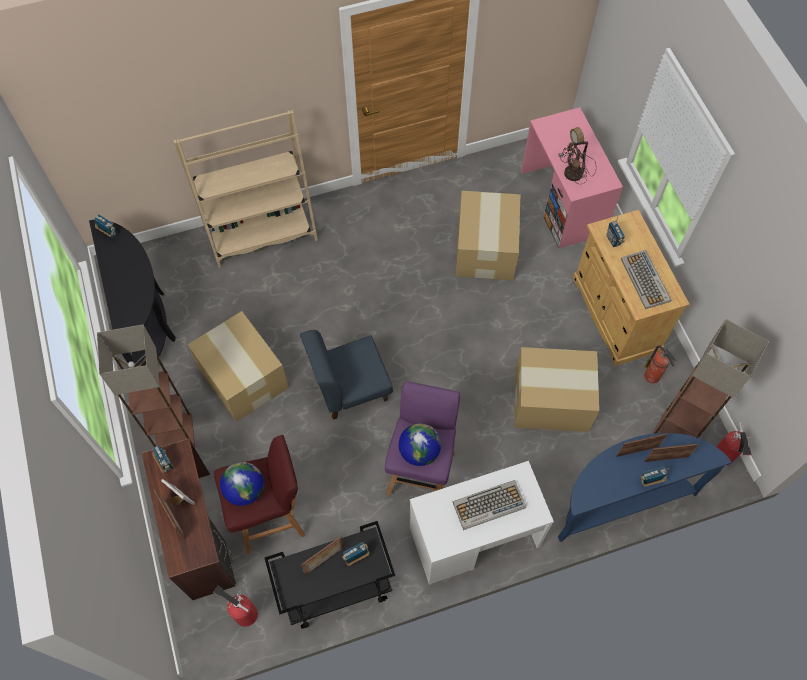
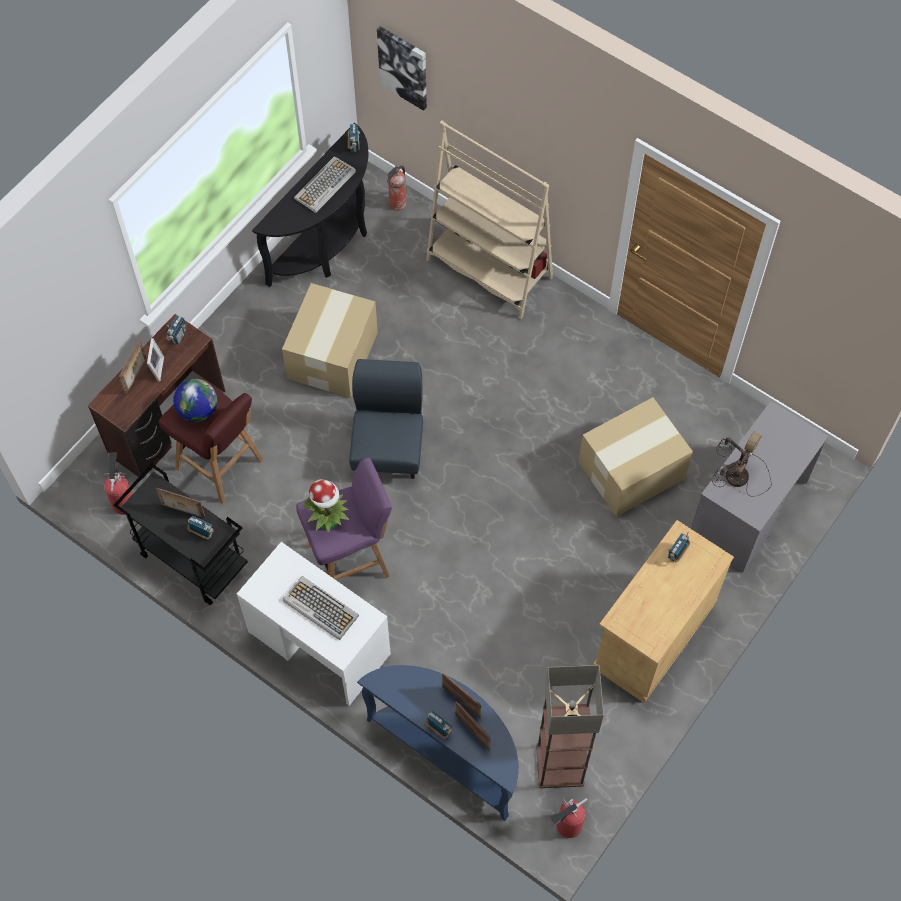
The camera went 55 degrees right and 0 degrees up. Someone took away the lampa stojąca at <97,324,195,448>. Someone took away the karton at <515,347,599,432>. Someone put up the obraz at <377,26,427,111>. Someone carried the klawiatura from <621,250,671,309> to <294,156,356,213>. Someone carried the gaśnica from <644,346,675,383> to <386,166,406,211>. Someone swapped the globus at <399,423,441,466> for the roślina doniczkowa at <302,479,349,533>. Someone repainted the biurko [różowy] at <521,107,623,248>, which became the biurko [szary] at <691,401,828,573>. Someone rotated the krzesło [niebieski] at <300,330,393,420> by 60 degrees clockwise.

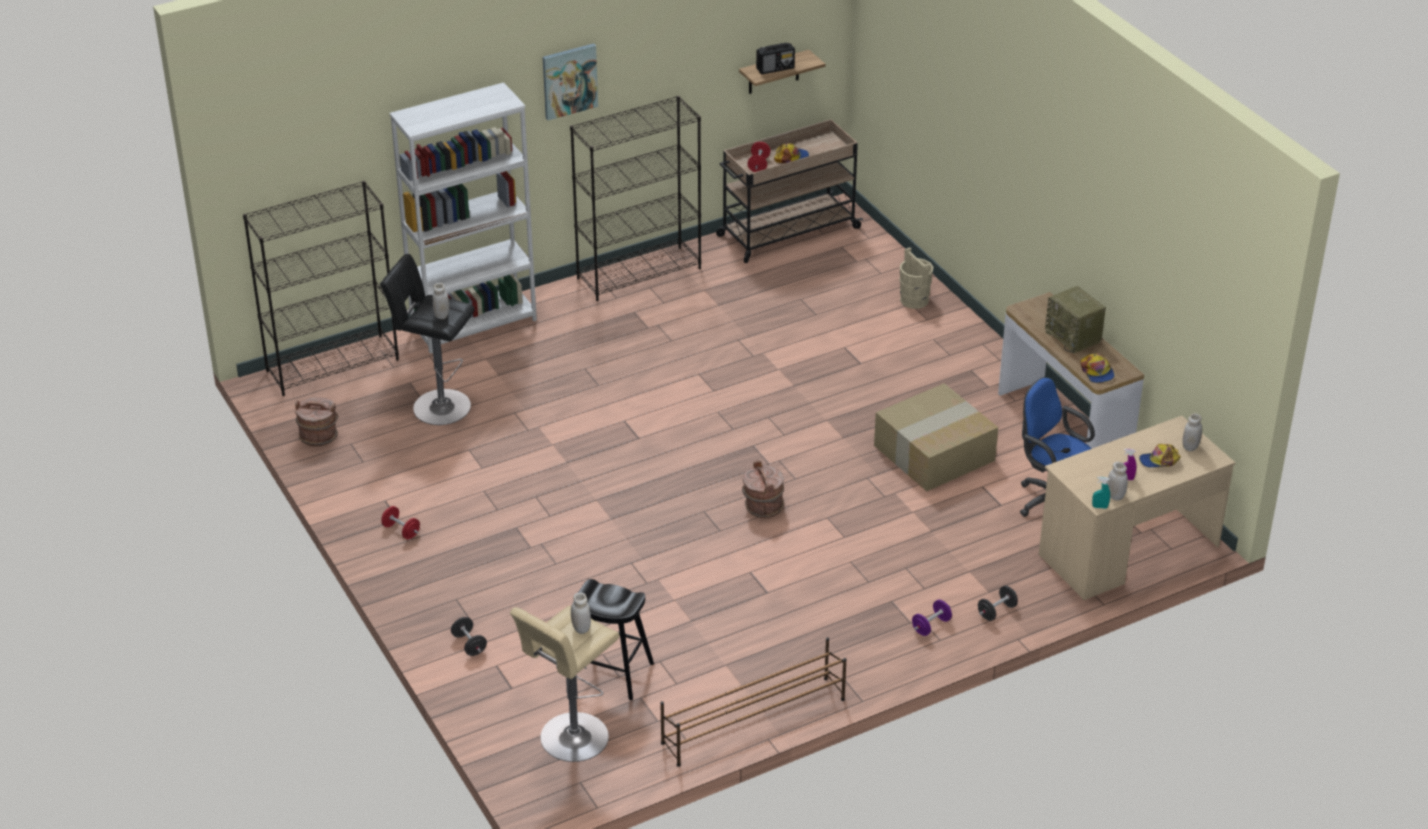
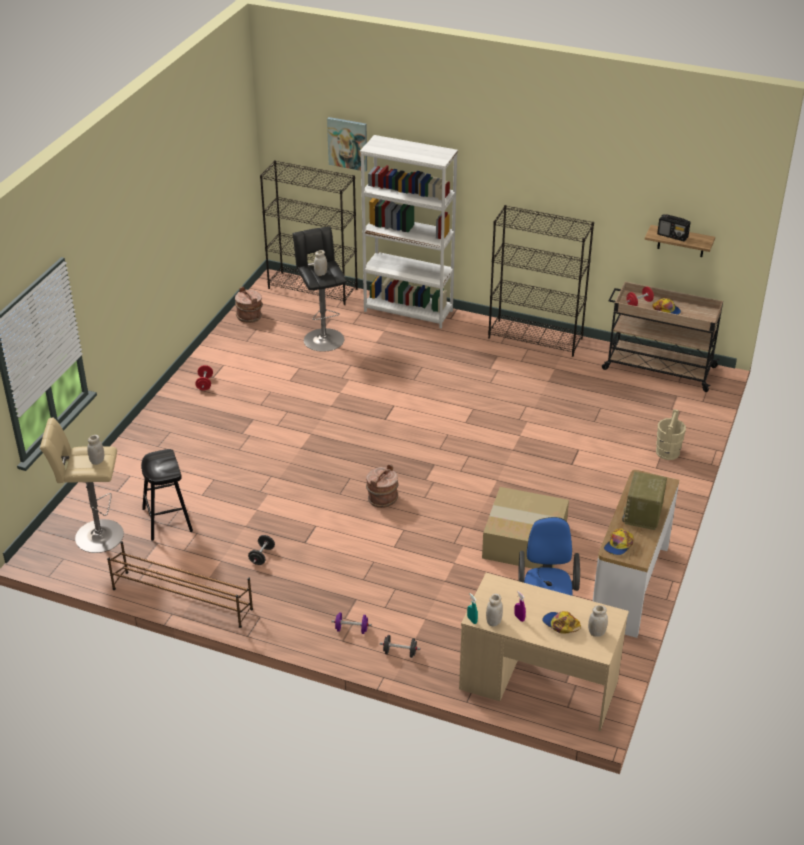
The camera went 50 degrees right and 0 degrees up. Someone carried the hantel [czarny] from <451,617,487,656> to <248,535,275,565>. Someone carried the obraz from <543,43,598,120> to <327,117,367,172>.

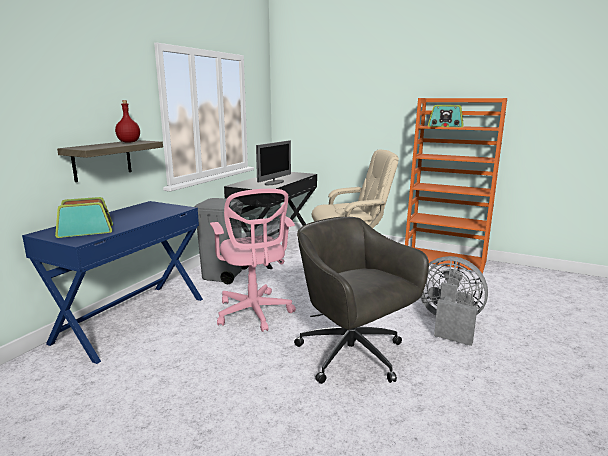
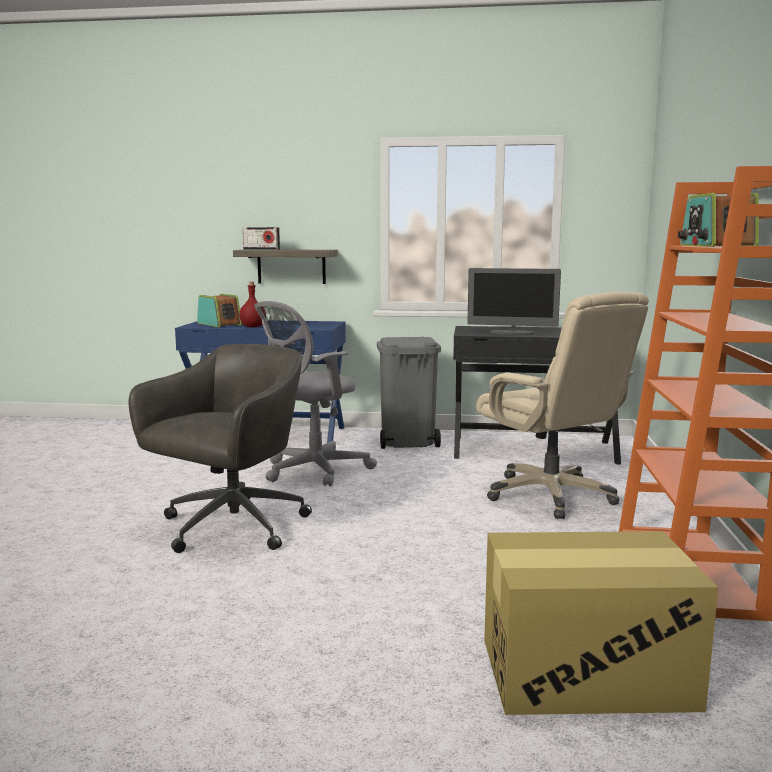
The camera went 70 degrees right and 5 degrees down. Someone took away the wentylator [szary] at <420,256,488,346>. Someone put down the radio at <243,227,280,250>. Someone put down the karton at <484,531,718,715>. Someone carried the butelka [czerwony] from <115,100,140,143> to <239,282,262,327>. Someone repainted the krzesło biurowe [różowy] at <210,189,296,332>, which became the krzesło biurowe [szary] at <255,301,377,486>.

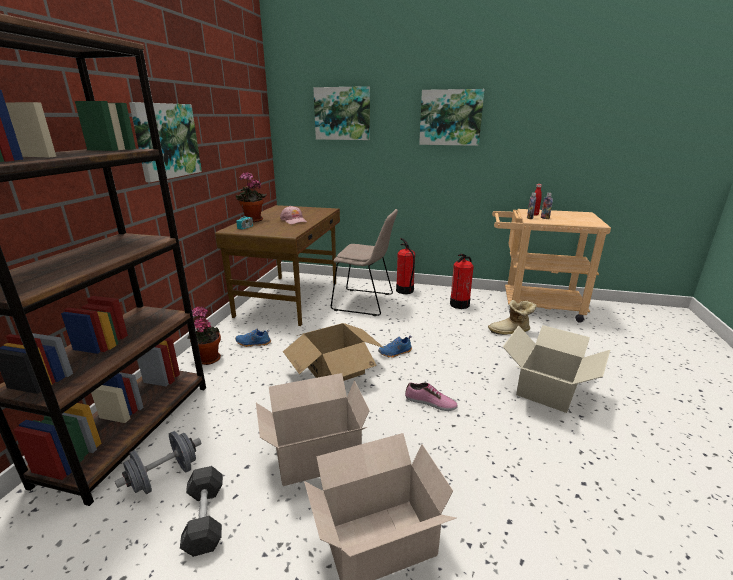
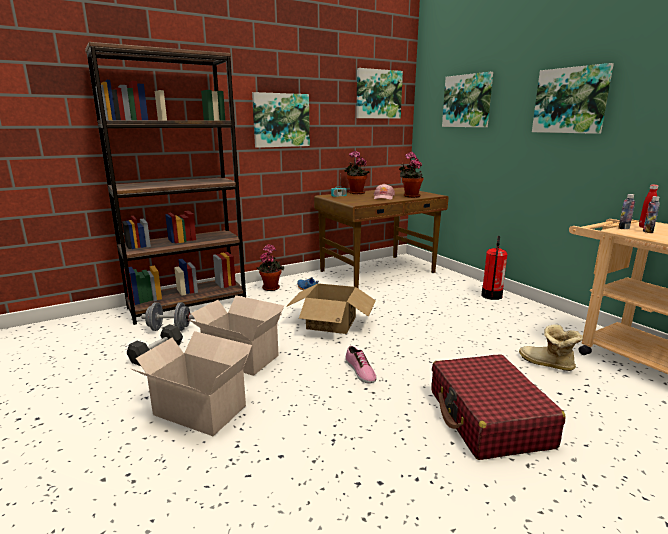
The camera went 45 degrees right and 5 degrees down. Someone took away the krzesło [beżowy] at <331,209,398,316>. Someone took away the but [niebieski] at <378,336,412,358>. Someone took away the gaśnica at <450,254,474,309>. Someone put up the obraz at <356,68,403,119>. Someone put down the roślina doniczkowa at <399,152,424,198>. Someone swapped the karton at <503,325,610,413> for the walizka [czerwony] at <432,354,566,460>.

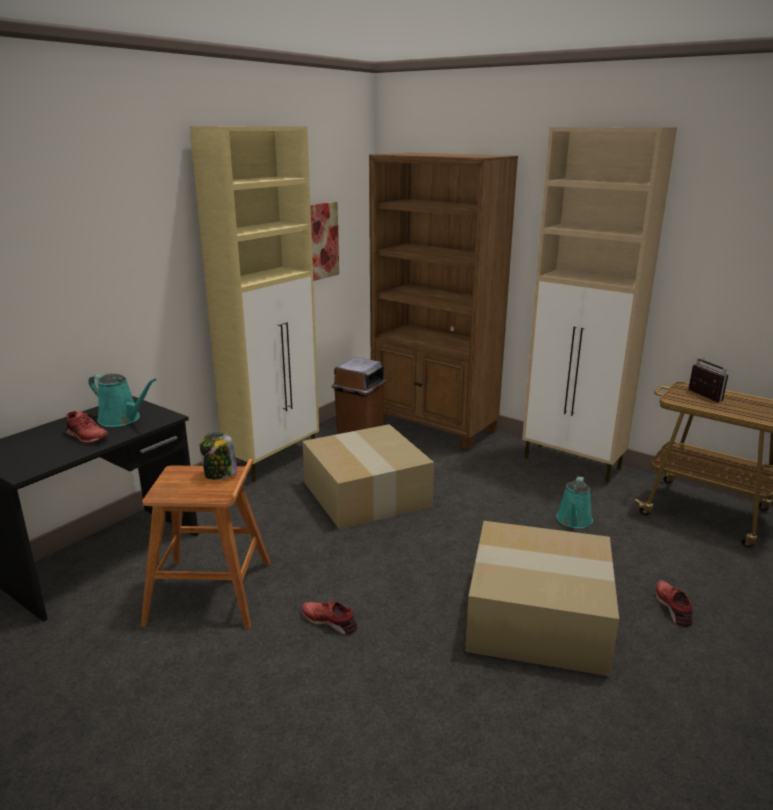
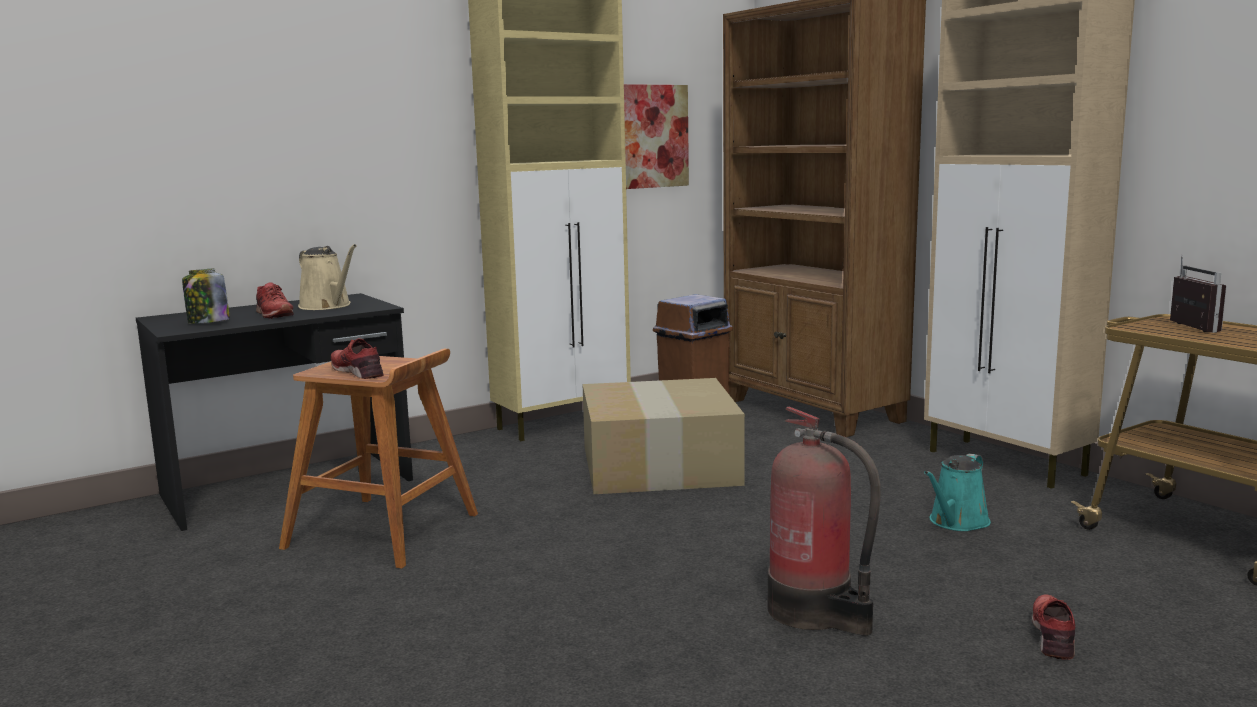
The camera went 20 degrees right and 10 degrees down. Someone carried the słoik from <200,432,238,480> to <182,268,230,324>. Someone carried the but [czerwony] from <302,601,357,635> to <331,338,383,379>. Someone swapped the karton at <465,521,619,676> for the gaśnica at <768,406,880,636>. Someone repainted the konewka [turkusowy] at <88,374,156,427>, which became the konewka [beżowy] at <298,244,357,310>.

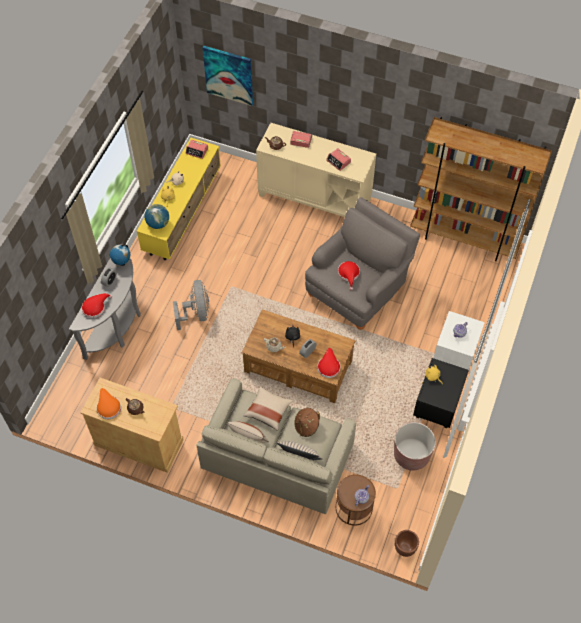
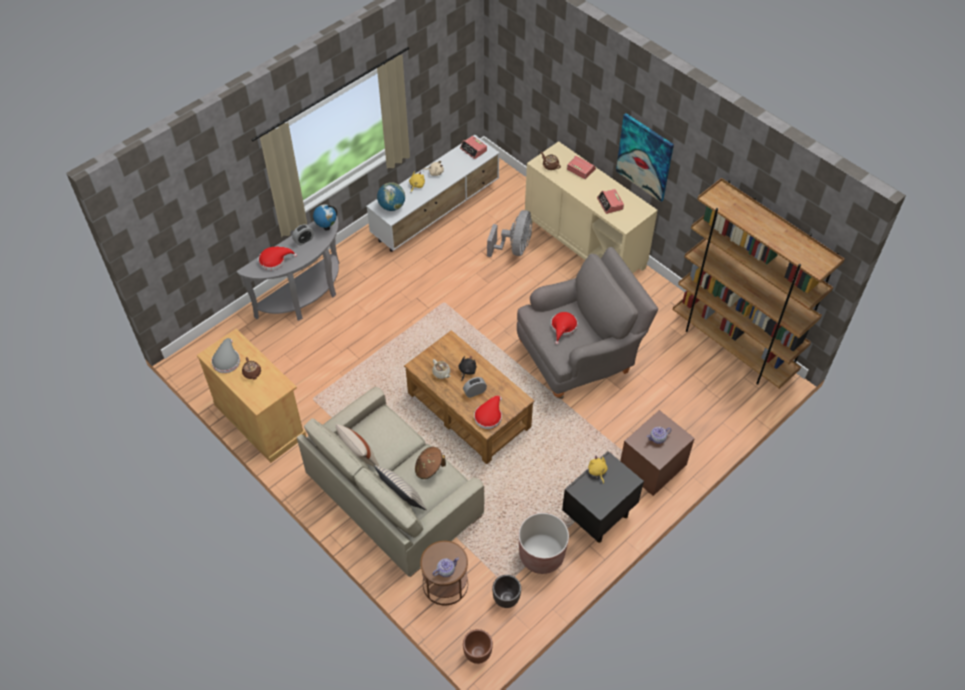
The camera went 25 degrees right and 5 degrees down. Someone took away the poduszka [beżowy] at <243,387,293,431>. Someone put down the donica [czarny] at <492,575,521,608>. Someone carried the wentylator [szary] from <173,280,209,330> to <487,210,532,257>. Someone carried the obraz from <203,46,253,106> to <616,113,674,202>. Someone repainted the kapelusz [pomarańczowy] at <96,388,121,419>, which became the kapelusz [szary] at <211,338,240,373>. Someone repainted the szafka pod telewizor [żółty] at <137,138,221,260>, which became the szafka pod telewizor [biały] at <366,135,500,252>. Someone repainted the szafka nocna [biały] at <434,311,485,375>, which became the szafka nocna [brązowy] at <620,410,695,496>.

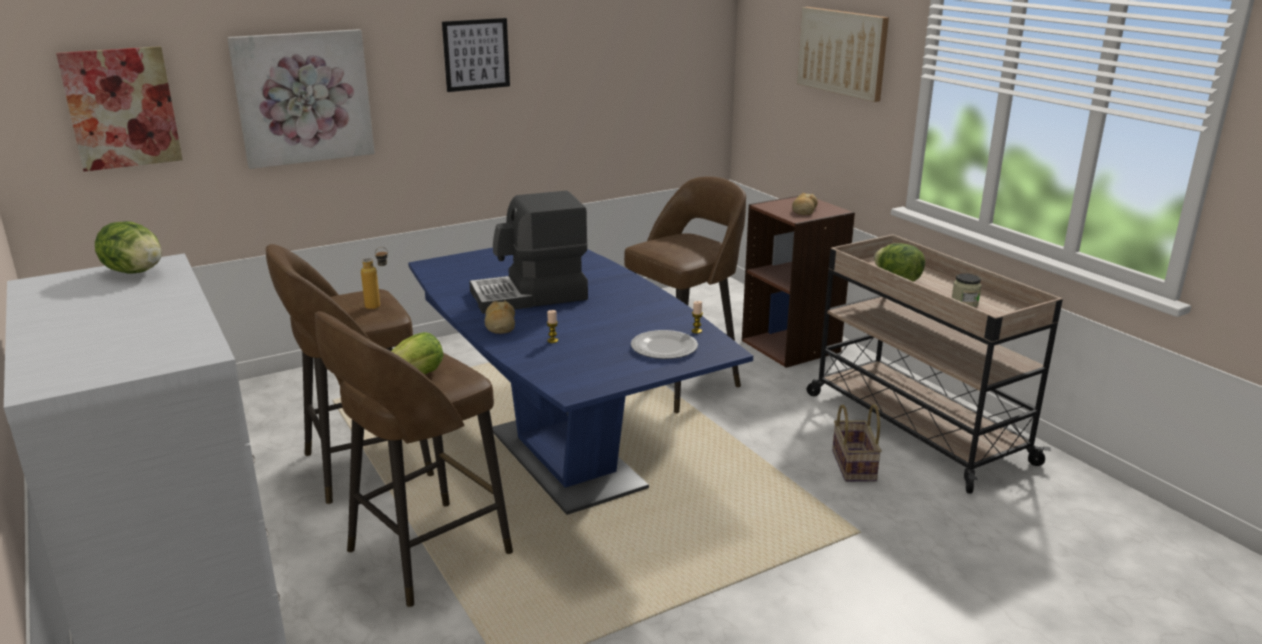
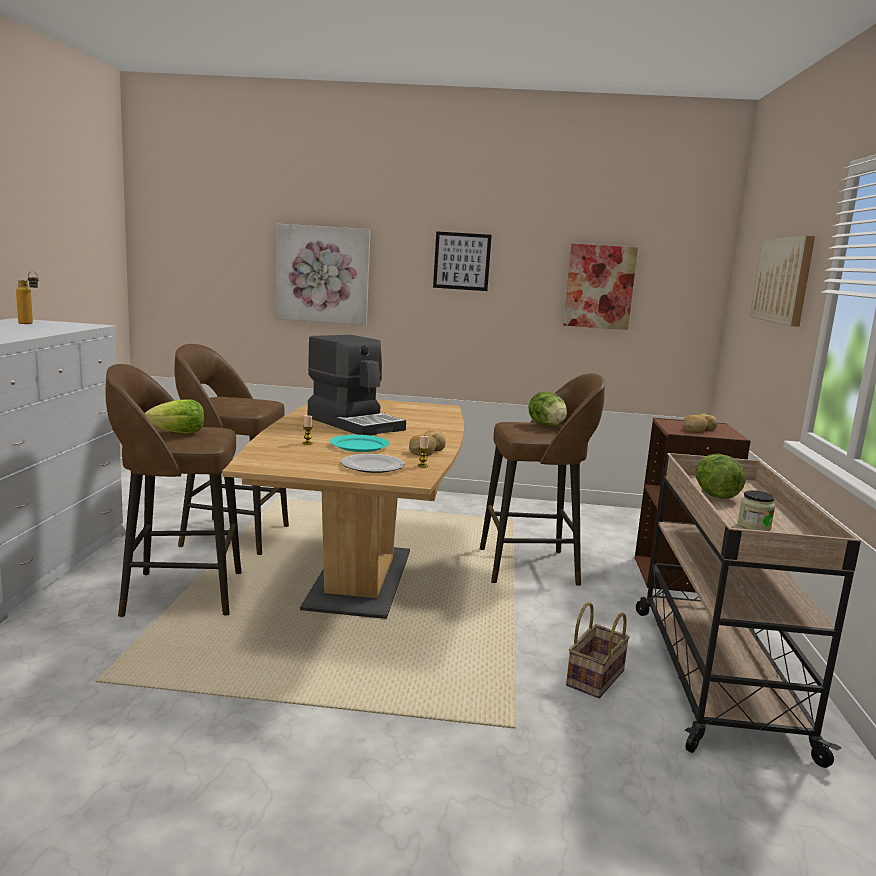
The camera went 35 degrees right and 10 degrees down. Someone put down the talerz [turkusowy] at <330,435,390,452>. Someone carried the obraz from <56,46,183,172> to <563,244,638,330>. Someone carried the sałata from <95,221,162,274> to <528,392,567,426>. Someone carried the butelka from <361,247,388,309> to <16,271,39,324>. Someone carried the chleb from <485,300,515,334> to <409,430,446,456>. Someone repainted the stół jadalny [niebieski] at <408,248,753,515>, which became the stół jadalny [brązowy] at <222,399,464,619>. Someone rotated the ekspres do kawy at <469,191,588,314> by 150 degrees counterclockwise.

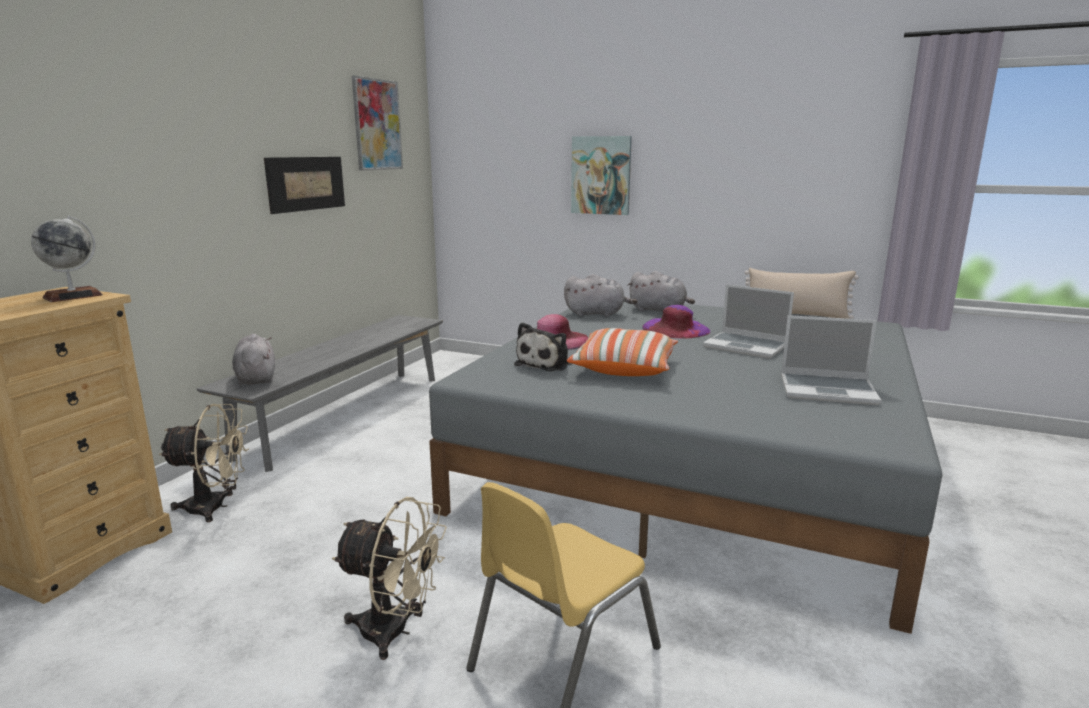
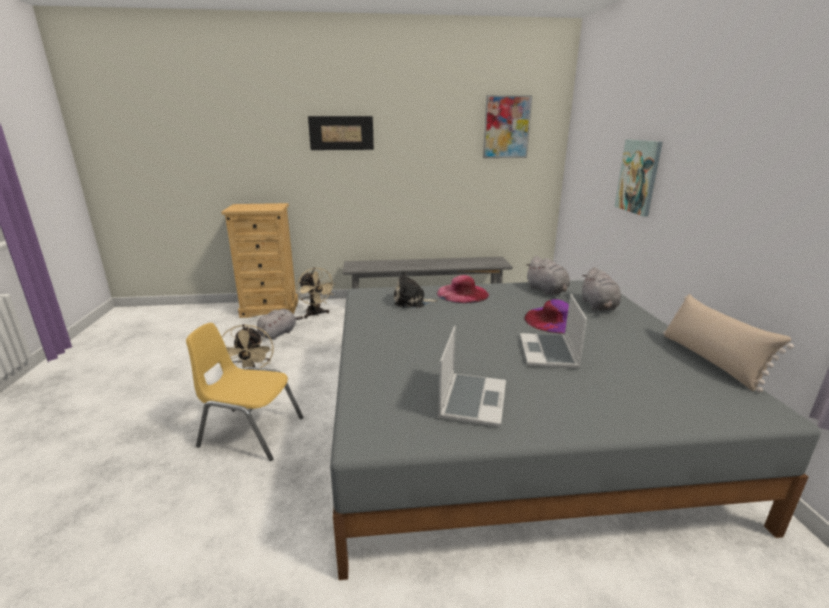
The camera went 60 degrees right and 5 degrees up. Someone took away the globus at <31,215,103,302>. Someone took away the poduszka at <567,328,678,376>. Someone carried the pluszak [szary] from <232,333,275,385> to <257,309,304,340>. Someone carried the obraz from <264,157,345,214> to <308,116,374,150>. Someone rotated the laptop at <781,315,882,405> by 150 degrees counterclockwise.

